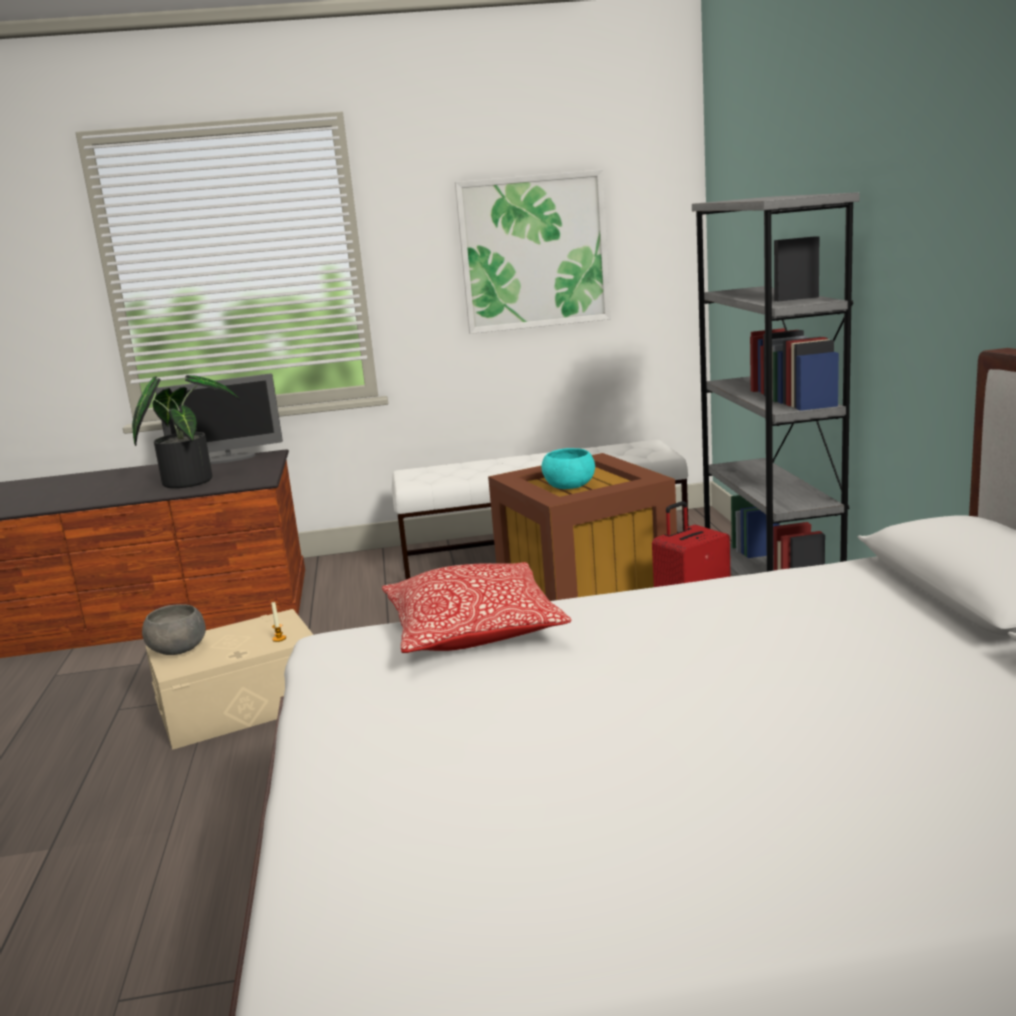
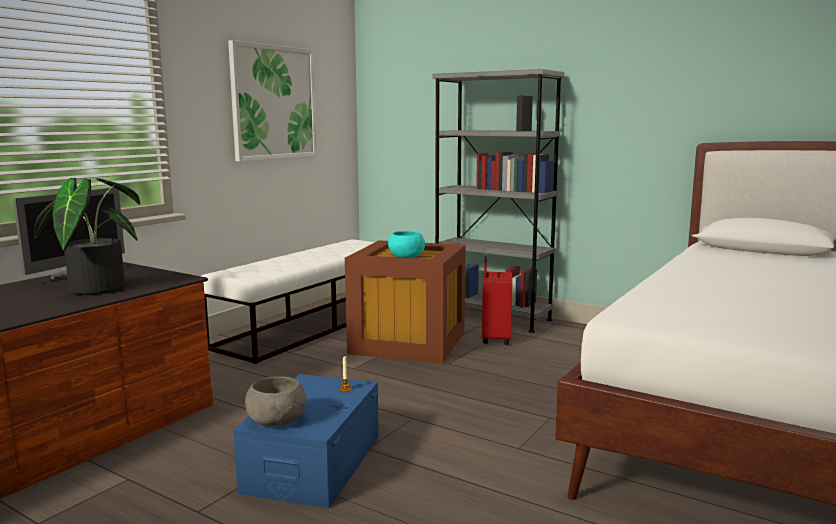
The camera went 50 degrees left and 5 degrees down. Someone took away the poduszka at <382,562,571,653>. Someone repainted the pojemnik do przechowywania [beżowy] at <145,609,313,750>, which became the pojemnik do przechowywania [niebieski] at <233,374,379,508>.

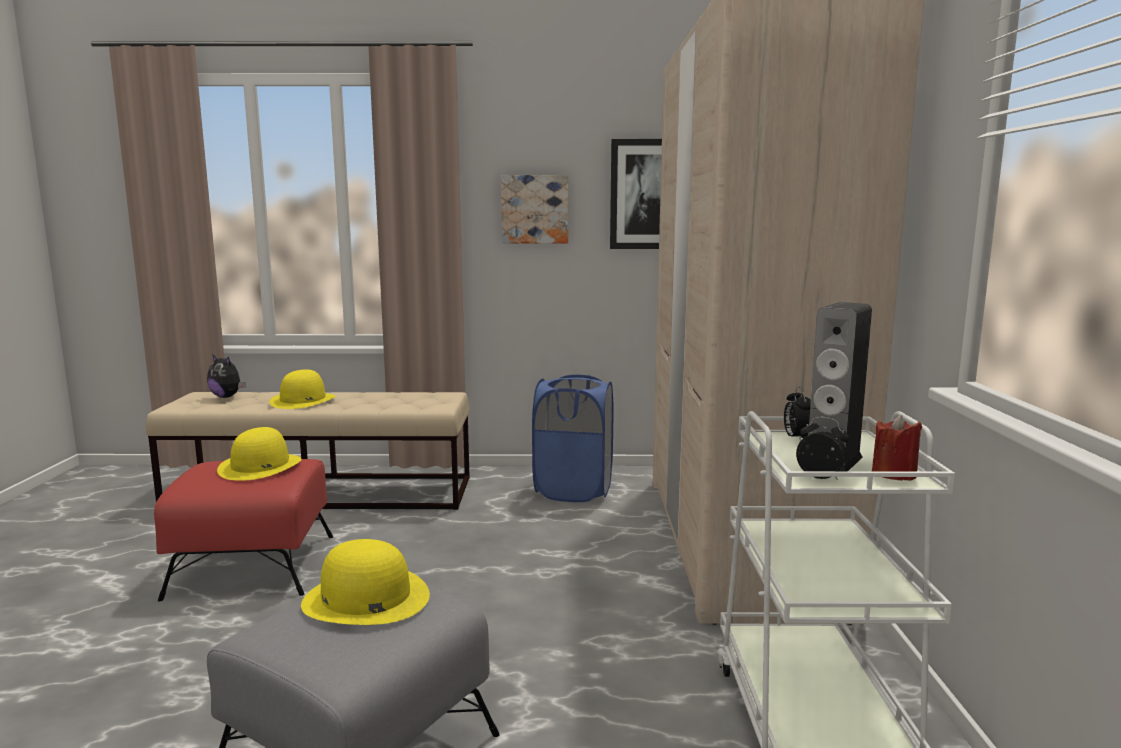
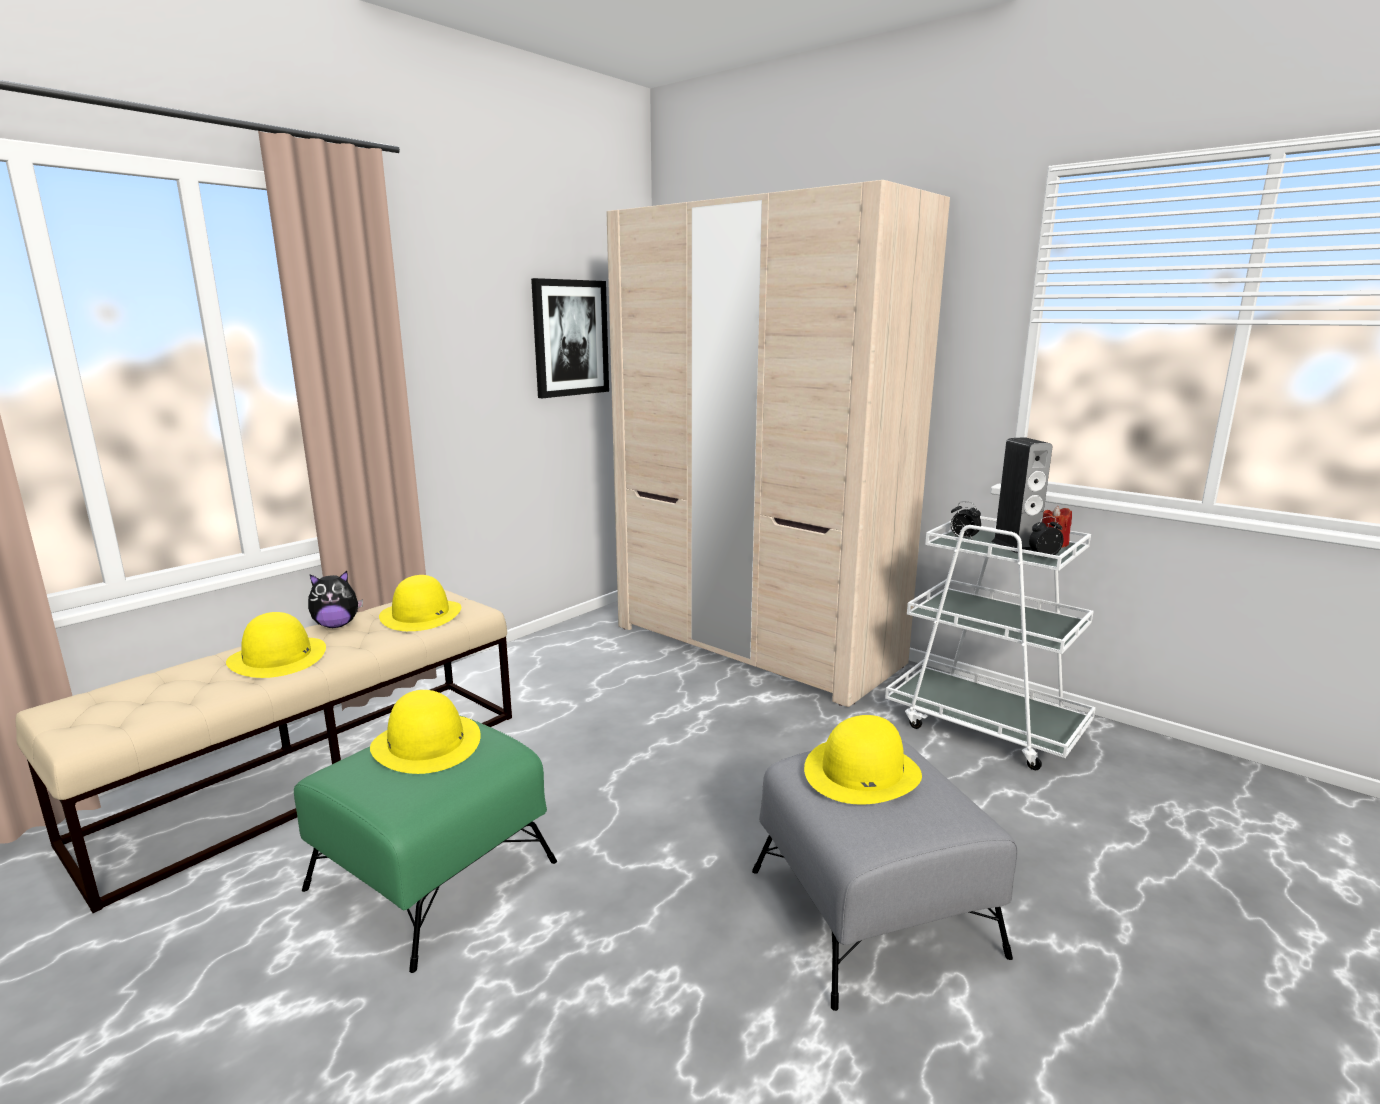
The camera went 50 degrees left and 5 degrees up. Someone took away the obraz at <501,175,568,243>. Someone took away the kosz na pranie [niebieski] at <532,375,614,502>. Someone put down the kapelusz [żółty] at <379,575,461,631>. Someone carried the pluszak from <207,354,245,398> to <308,571,363,628>. Someone repainted the pufa [czerwony] at <154,459,333,601>, which became the pufa [zielony] at <294,715,557,973>.

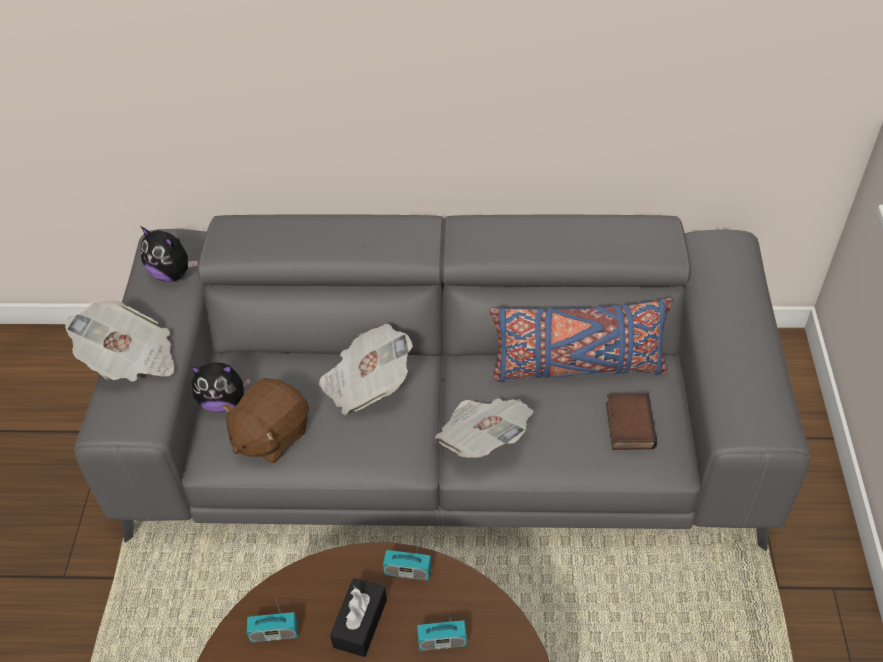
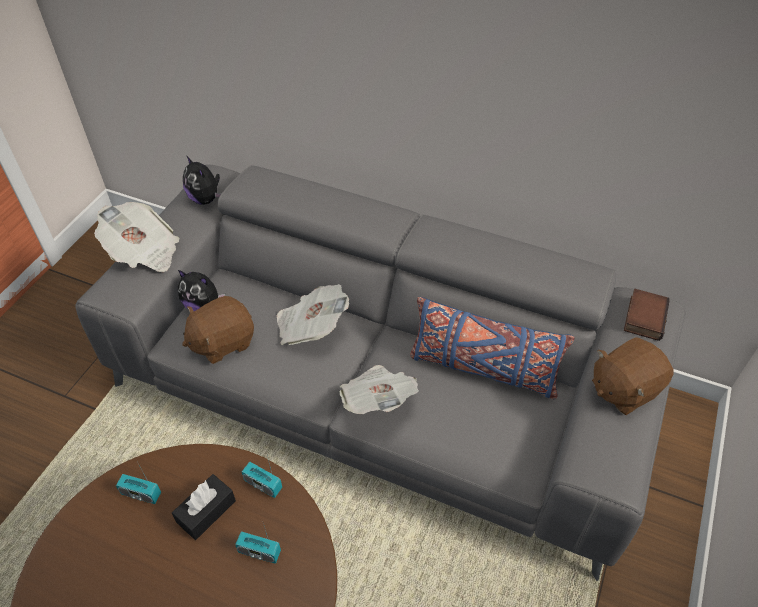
The camera went 20 degrees right and 0 degrees up. Someone put down the pluszak [brązowy] at <592,337,674,415>. Someone carried the książka from <606,393,657,450> to <624,289,669,341>.

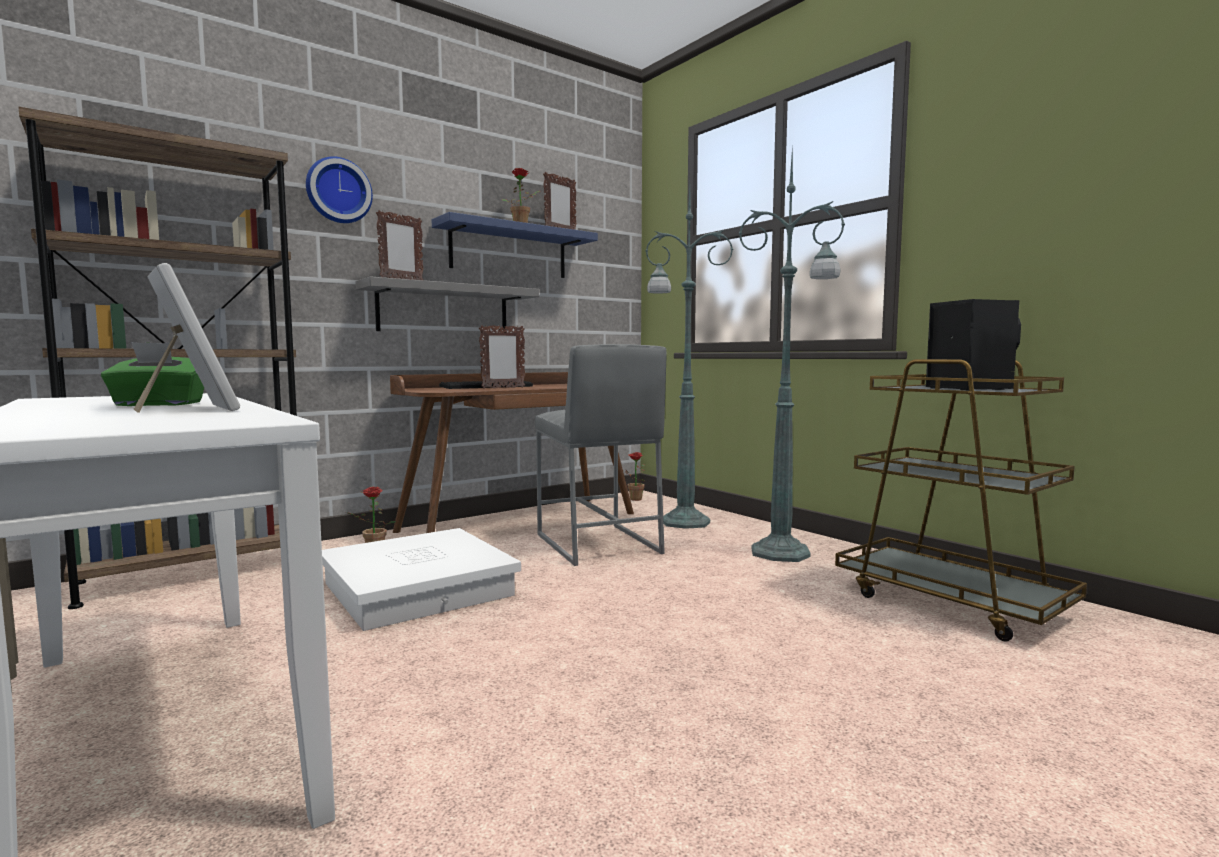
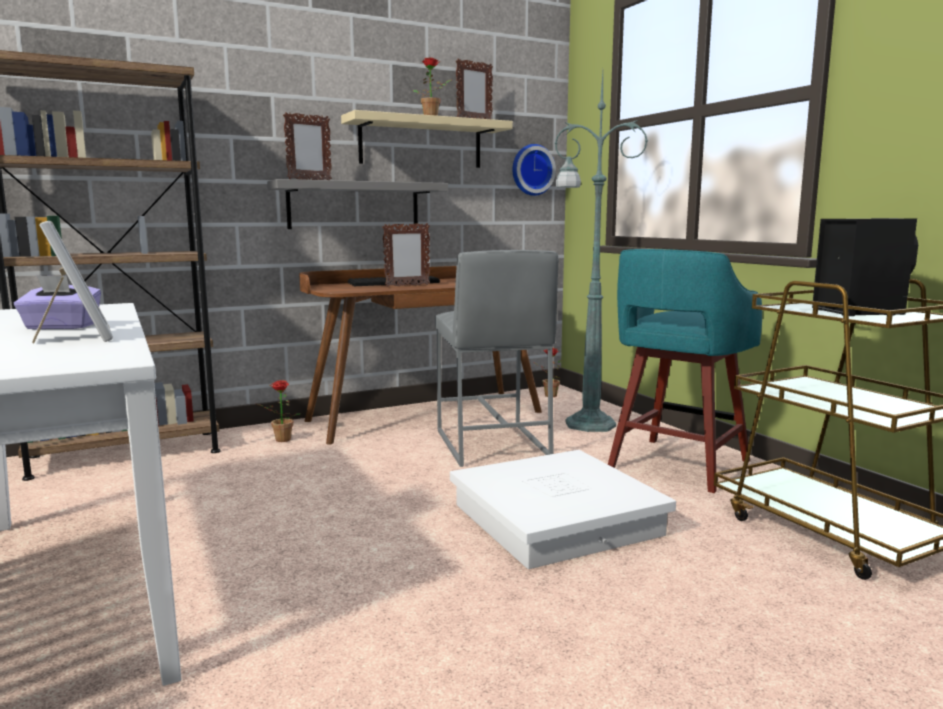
The camera went 10 degrees right and 5 degrees up. Someone carried the zegar ścienny from <306,156,373,223> to <513,144,556,196>. Someone carried the pojemnik do przechowywania [biały] from <322,528,521,631> to <450,450,676,569>. Someone swapped the lampa stojąca [zielony] at <738,143,845,562> for the stołek [turkusowy] at <608,249,762,493>. Someone repainted the pudełko chusteczek [zielony] at <101,342,204,406>, which became the pudełko chusteczek [fioletowy] at <14,275,101,329>. Someone repainted the półka [niebieski] at <432,212,598,278>, which became the półka [beżowy] at <341,110,513,168>.

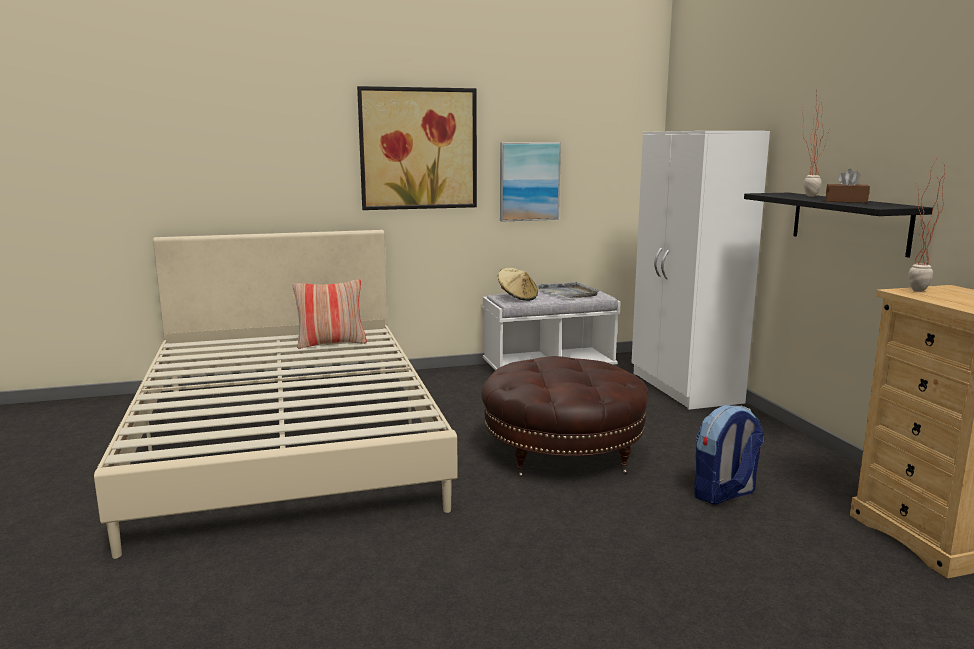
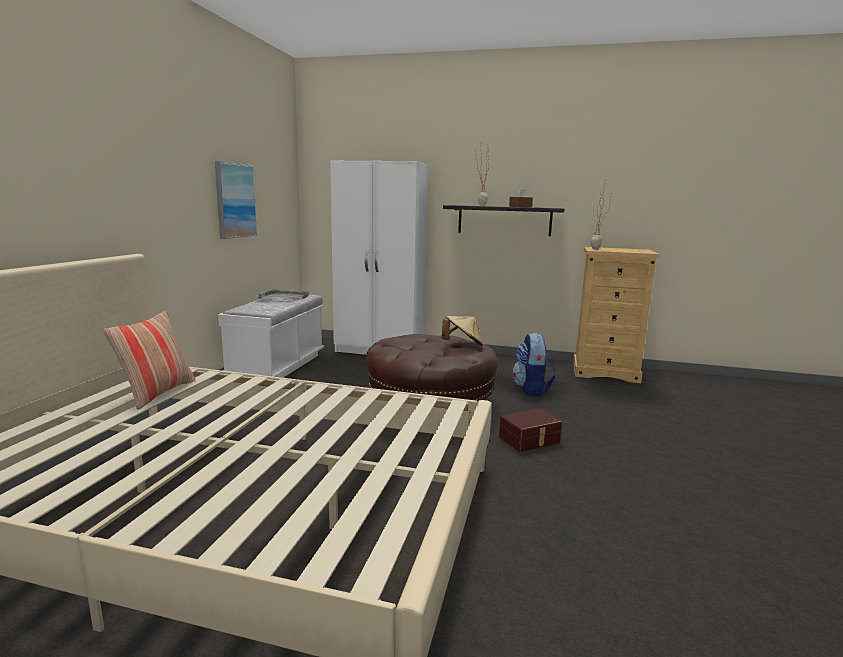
The camera went 60 degrees left and 0 degrees up. Someone took away the obraz at <357,86,477,210>. Someone put down the pojemnik do przechowywania [brązowy] at <499,408,562,452>. Someone carried the kapelusz [beżowy] from <498,268,538,301> to <442,316,483,346>.

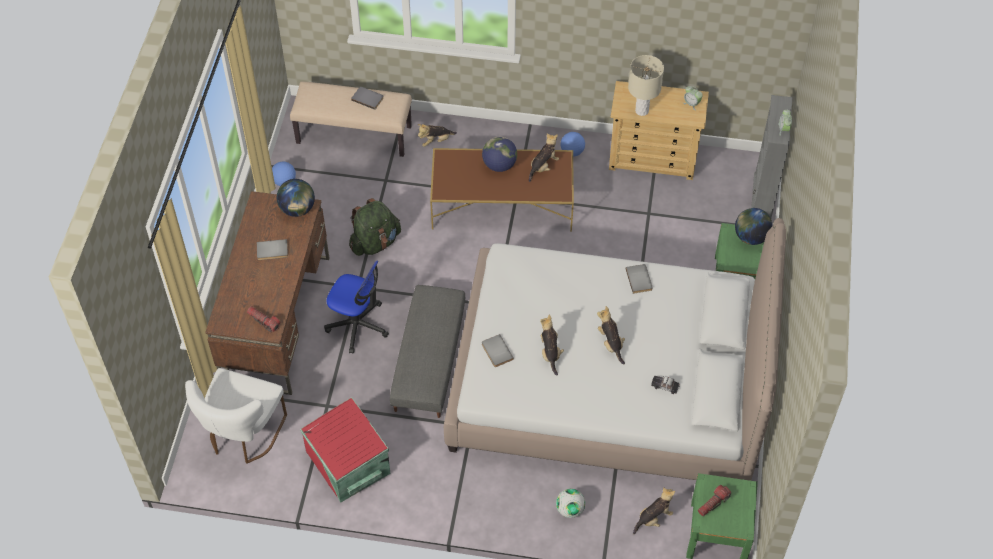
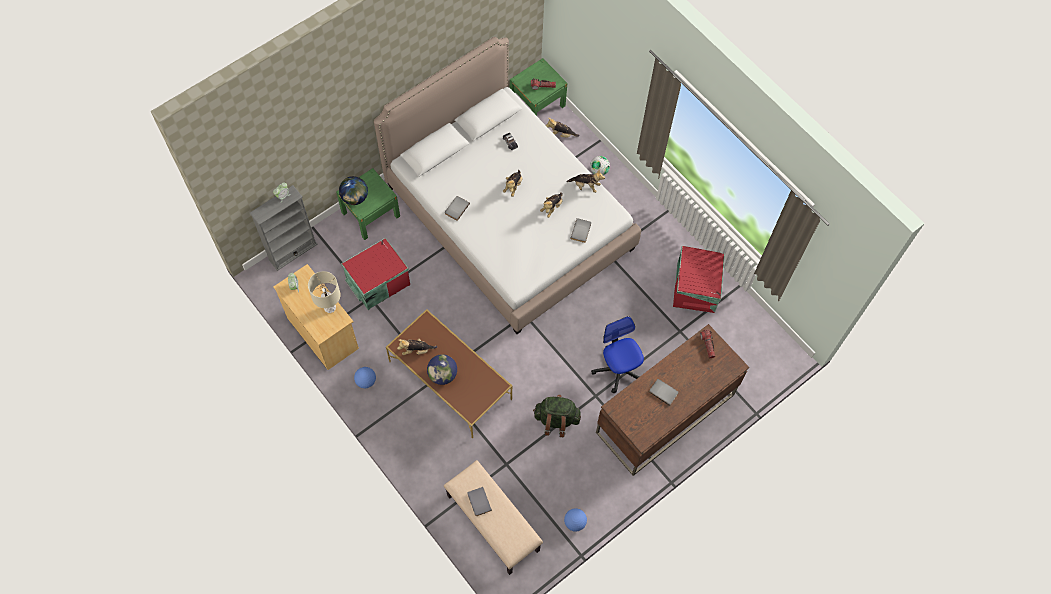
The camera went 140 degrees left and 10 degrees up. Someone took away the krzesło [biały] at <185,368,287,464>. Someone took away the globus at <277,179,315,217>. Someone took away the pufa [szary] at <390,285,465,418>. Someone put down the pojemnik do przechowywania [czerwony] at <341,238,410,310>. Someone carried the pluszak from <418,124,457,147> to <567,170,605,193>.

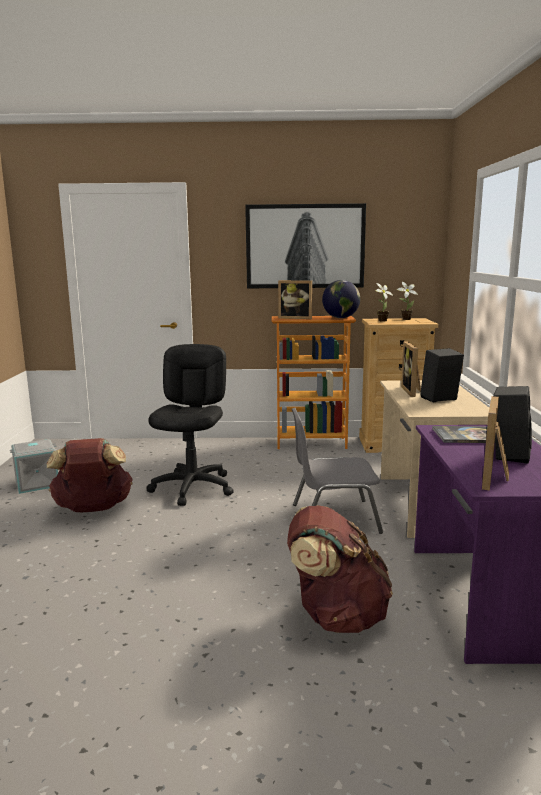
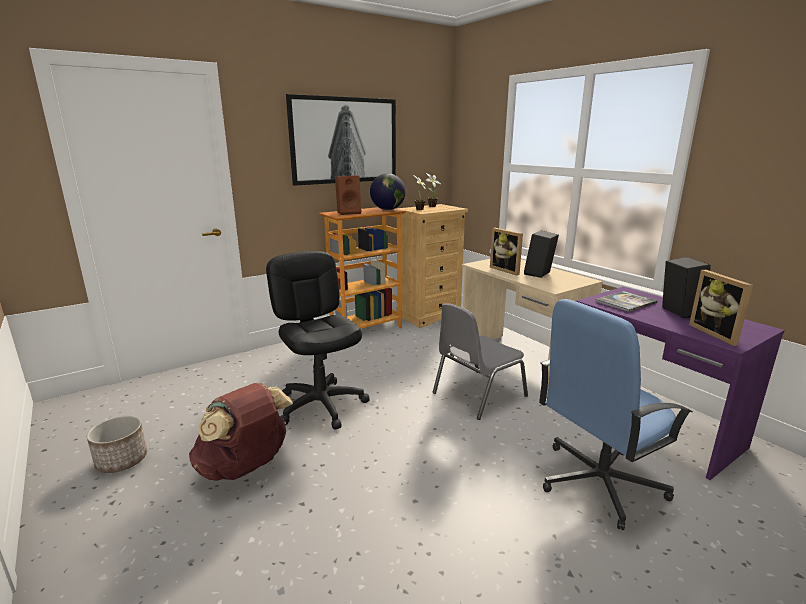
The camera went 35 degrees left and 5 degrees up. Someone swapped the pojemnik do przechowywania [szary] at <10,439,58,494> for the donica at <87,416,147,473>. Someone swapped the ramka na zdjęcie at <278,280,312,319> for the głośnik [brązowy] at <335,175,361,215>. Someone swapped the plecak [brązowy] at <287,505,393,633> for the krzesło biurowe [niebieski] at <539,299,693,530>.

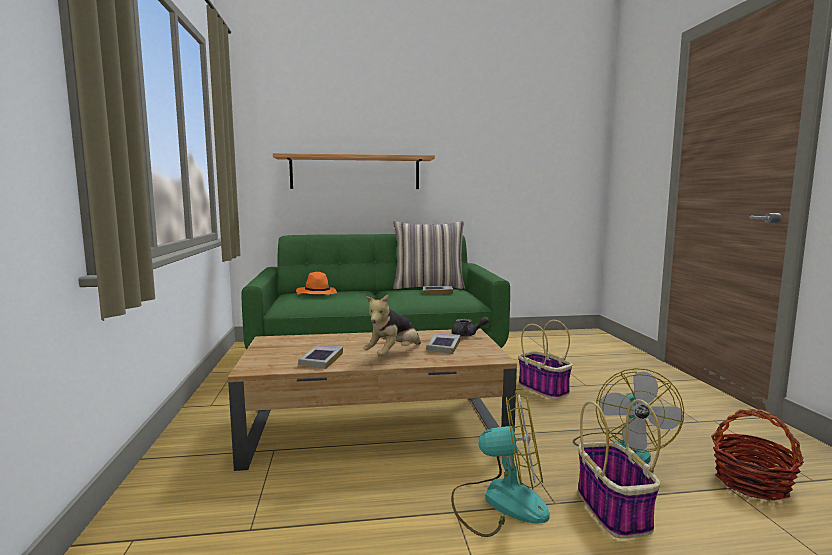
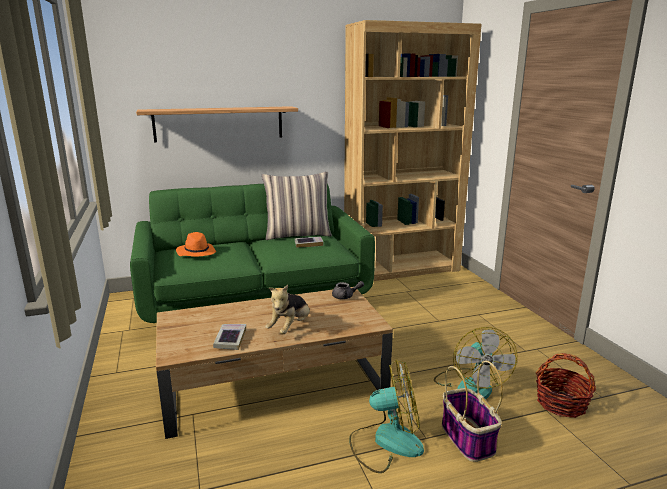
The camera went 10 degrees left and 10 degrees up. Someone took away the książka at <426,334,460,354>. Someone took away the koszyk at <518,320,573,399>. Someone put down the regał [brązowy] at <344,20,482,281>.

